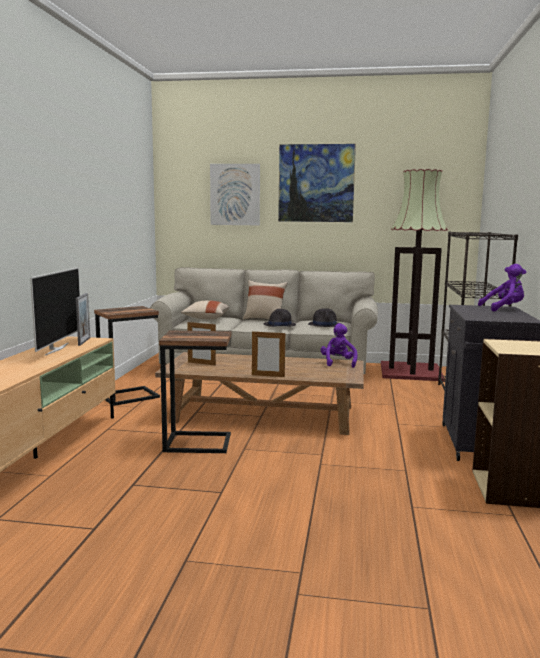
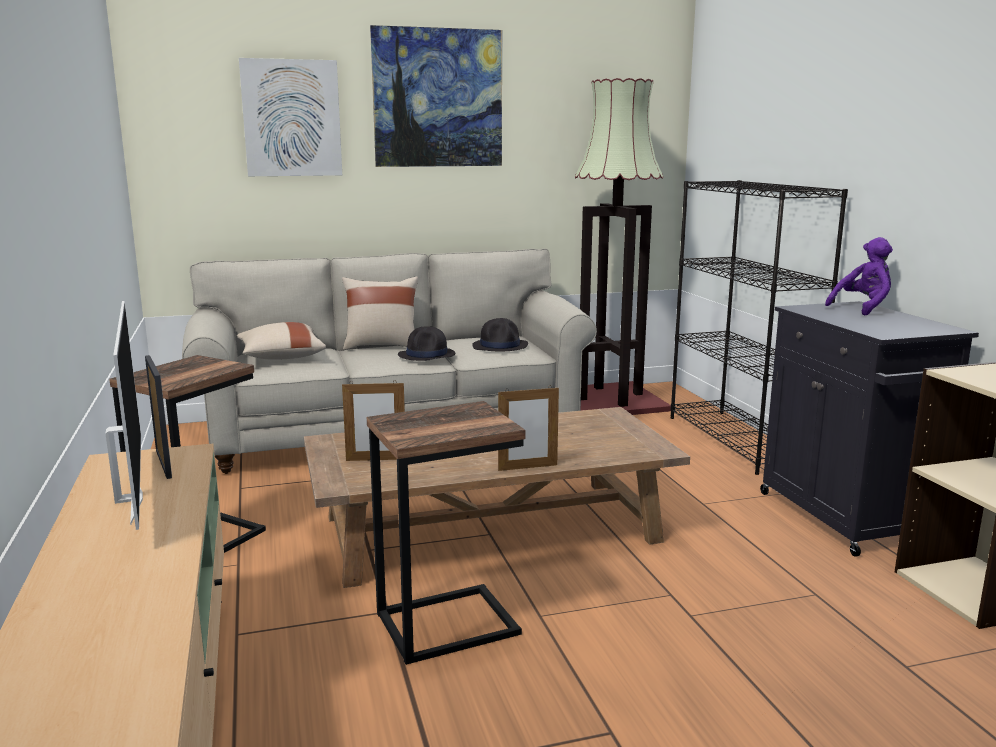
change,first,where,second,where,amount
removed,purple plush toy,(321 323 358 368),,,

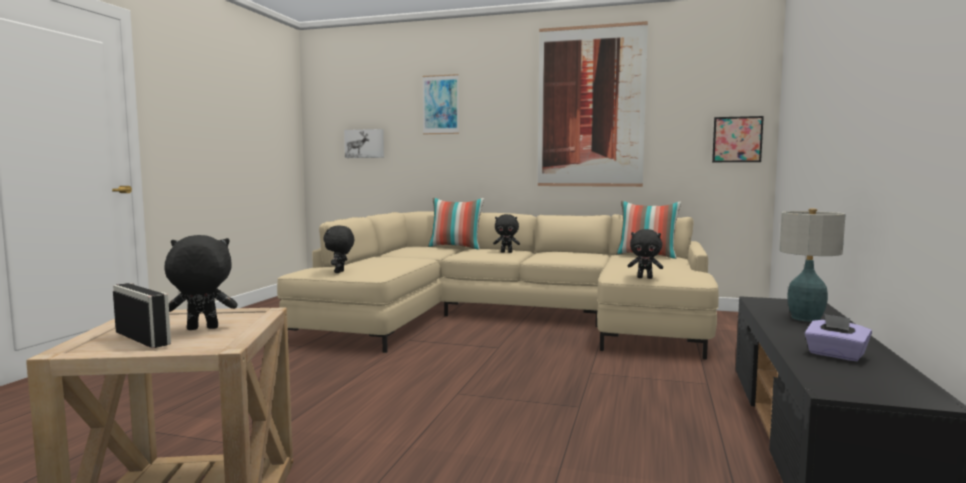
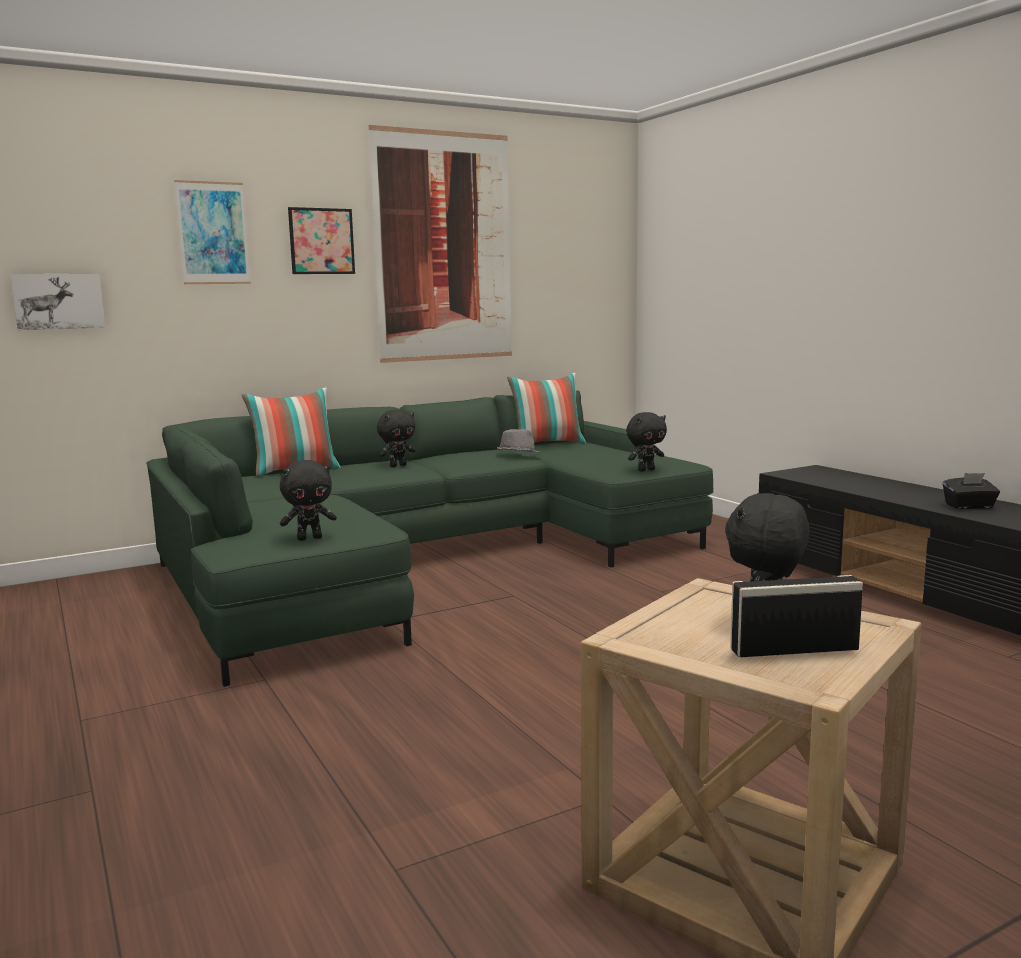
change,first,where,second,where,amount
moved,picture,(712 116 764 162),,(288 207 355 274),
removed,table lamp,(779 209 846 322),,,
recoloured,beige sofa,(277 211 719 360),green sofa,(146 390 714 687),
turned,black plush toy,(323 225 354 273),,(280 460 337 541),75 degrees counterclockwise
recoloured,purple tissue box,(804 314 872 361),black tissue box,(943 473 1000 509),
added,,,grey hat,(497 429 540 452),

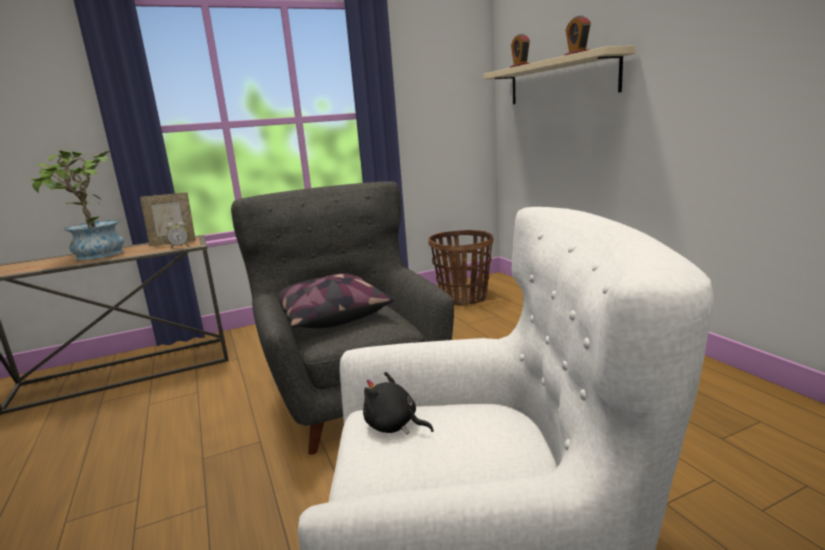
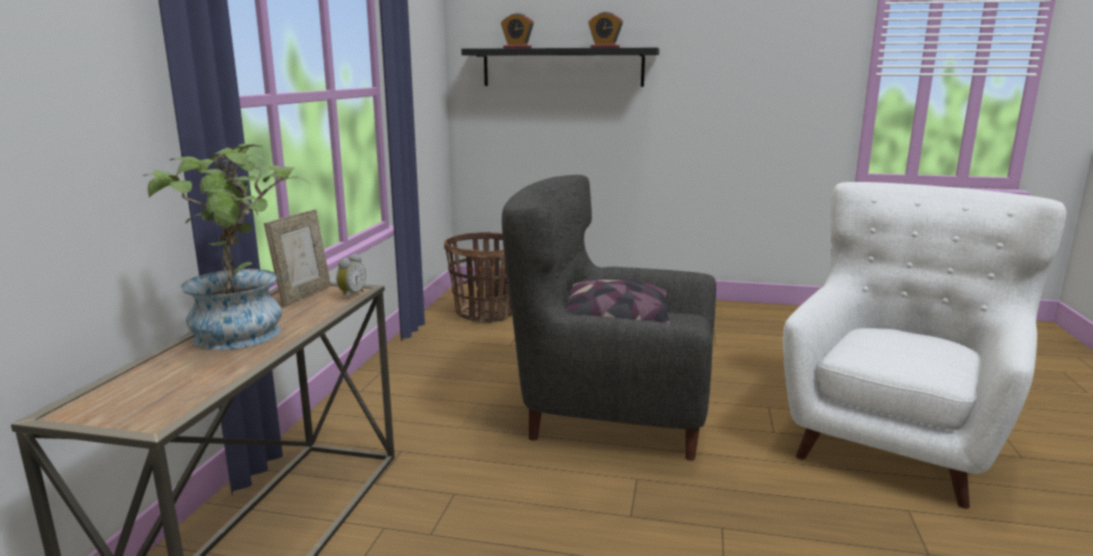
change,first,where,second,where,amount
recoloured,beige shelf,(483 46 636 104),black shelf,(461 48 659 87),
removed,black plush toy,(363 372 434 434),,,

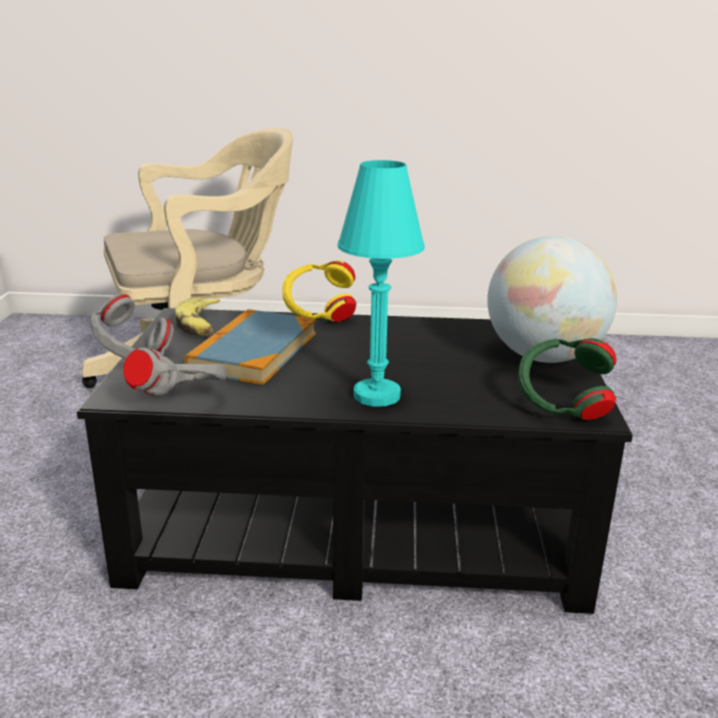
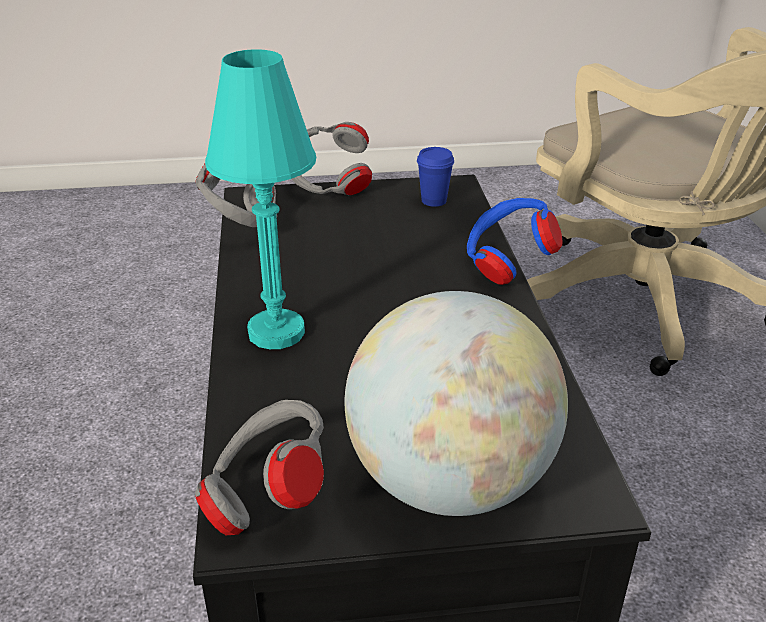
change,first,where,second,where,amount
recoloured,yellow headphones,(283 260 356 322),blue headphones,(467 198 563 285),
replaced,banana,(175 298 220 336),blue cup,(417 147 454 207),
removed,book,(185 309 316 385),,,
recoloured,green headphones,(518 338 617 420),grey headphones,(195 400 324 535),

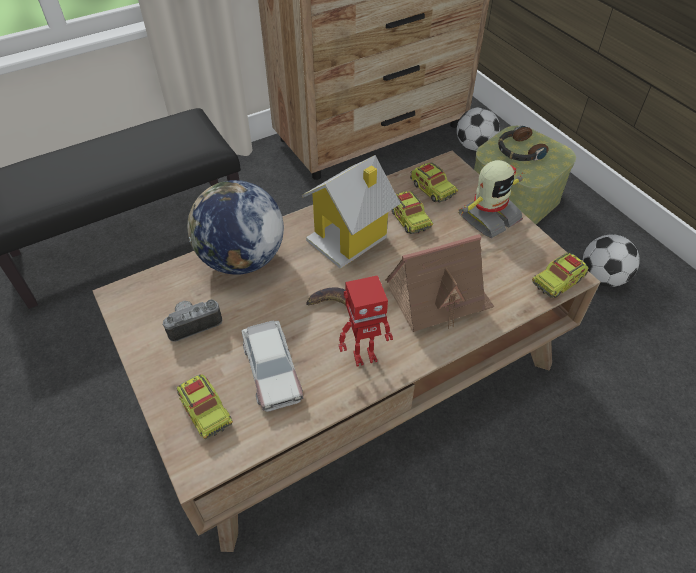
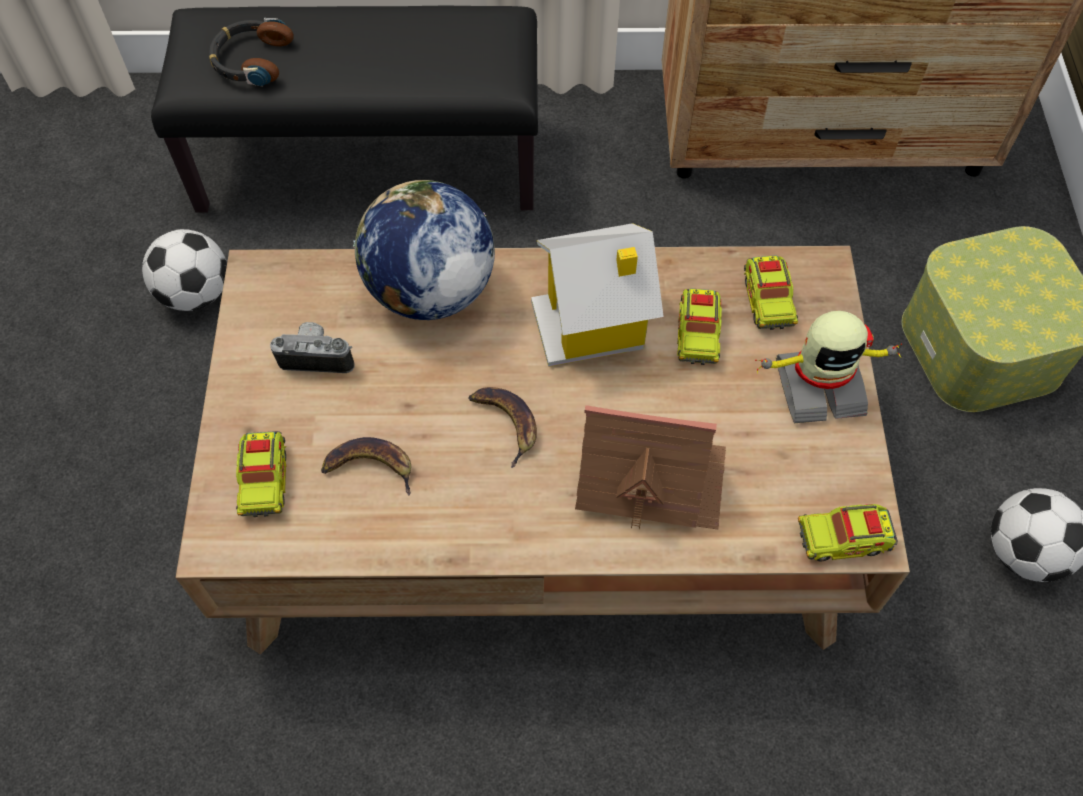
change,first,where,second,where,amount
moved,football,(457 107 500 151),,(142 229 227 311),
moved,headphones,(498 125 549 161),,(209 18 294 87),
removed,toy robot,(339 275 393 367),,,
replaced,toy car,(241 320 304 412),banana,(321 437 411 496),

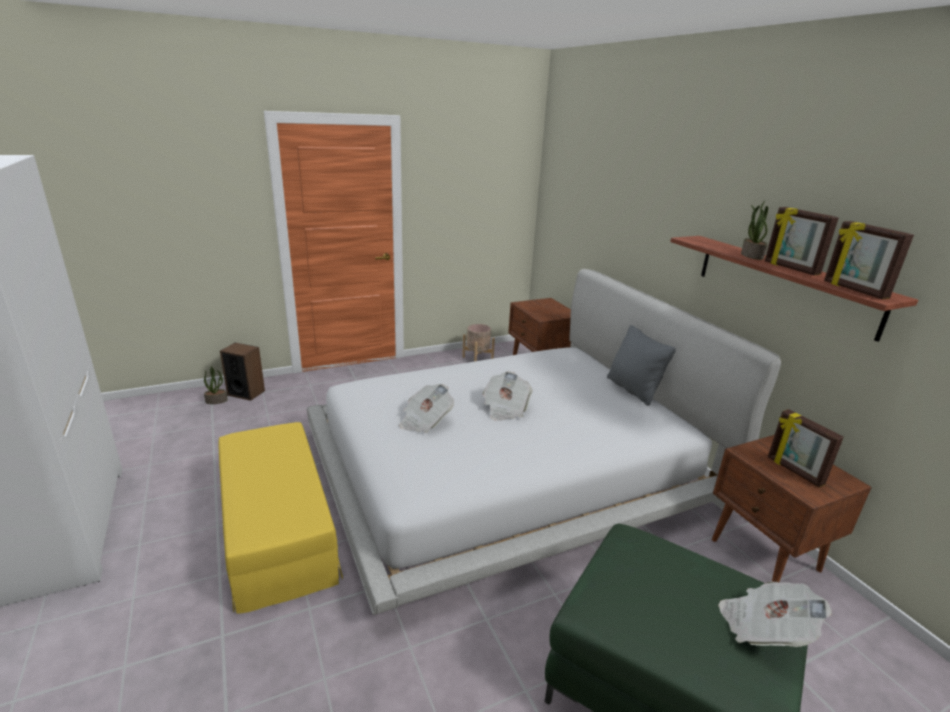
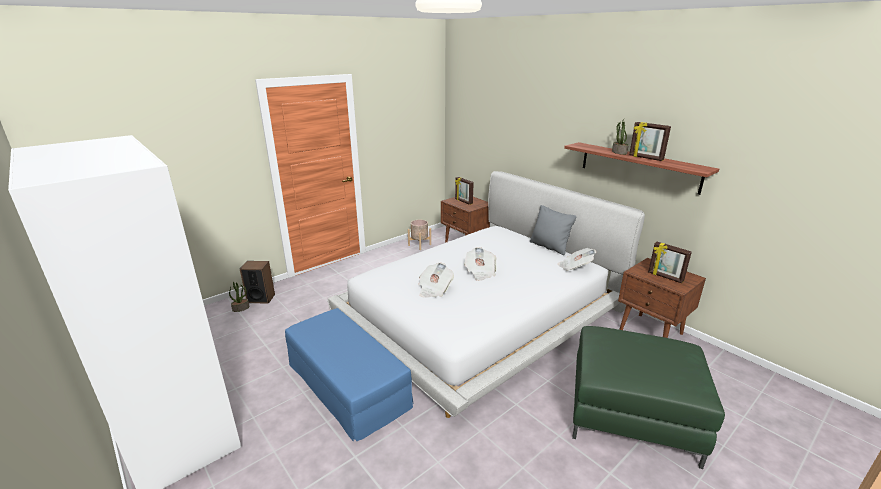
change,first,where,second,where,amount
moved,picture frame,(824 221 914 299),,(455 177 474 205),
recoloured,yellow ottoman,(218 422 343 614),blue ottoman,(285 308 414 442),
moved,newspaper,(718 581 832 647),,(557 248 596 271),

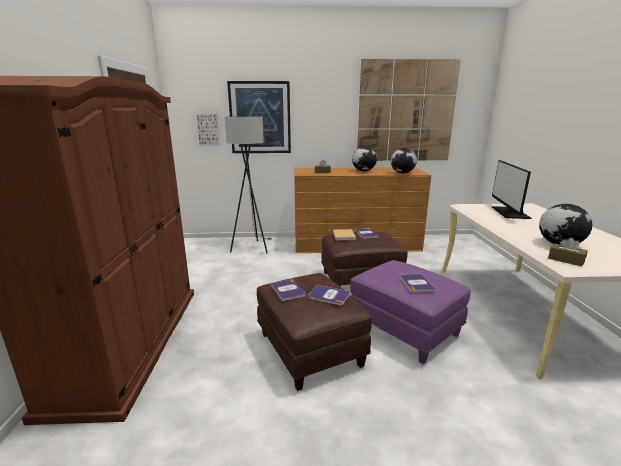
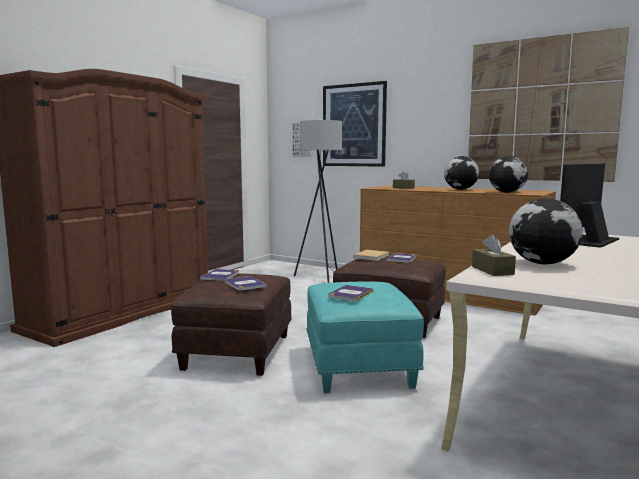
change,first,where,second,where,amount
recoloured,purple ottoman,(350 260 471 364),turquoise ottoman,(306 282 424 393),

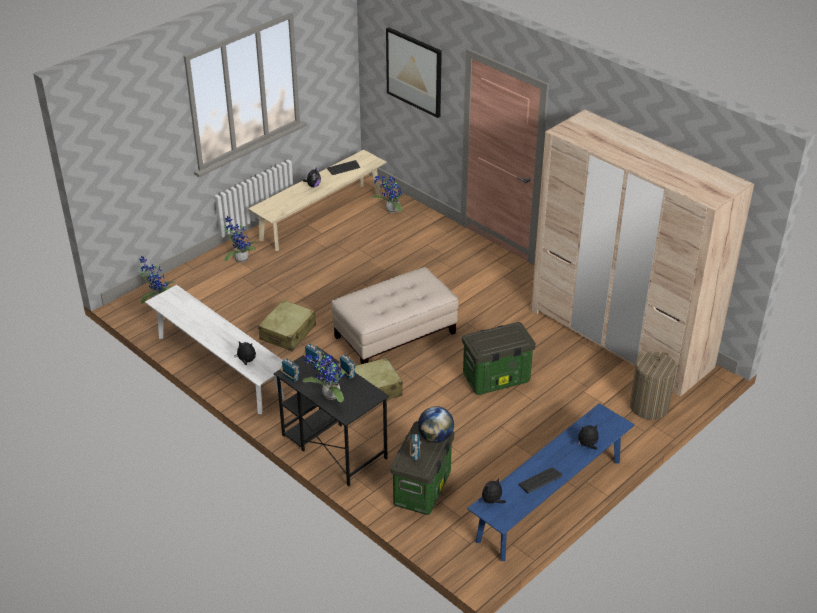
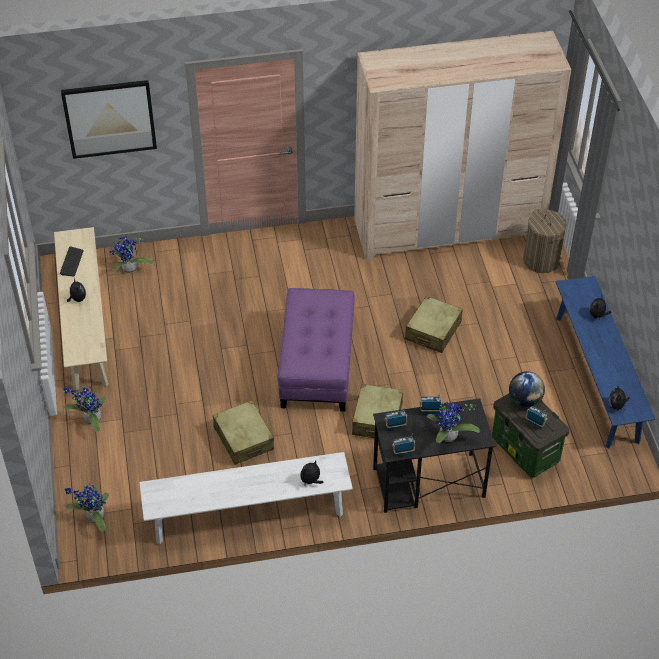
change,first,where,second,where,amount
recoloured,beige ottoman,(331 267 459 364),purple ottoman,(278 288 355 412),
replaced,storage box,(462 322 536 395),beige suitcase,(405 296 463 353),
removed,keyboard,(519 468 563 493),,,

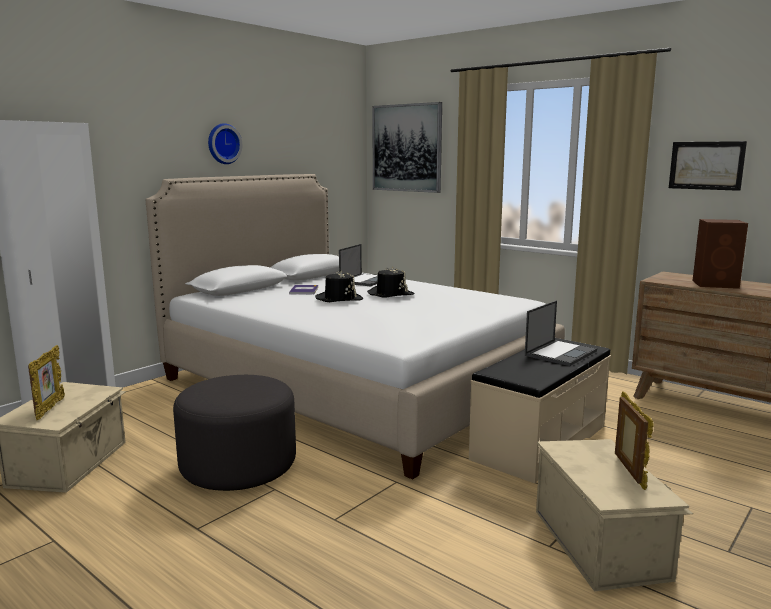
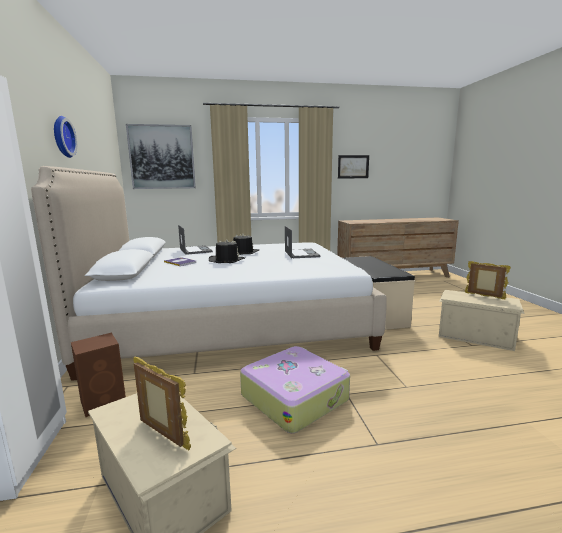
change,first,where,second,where,amount
moved,brown speaker,(693 219 748 289),,(71 333 126 417),
moved,laptop,(525 301 597 366),,(285 226 320 258),
replaced,grey ottoman,(173 375 296 491),suitcase,(240 346 350 433),

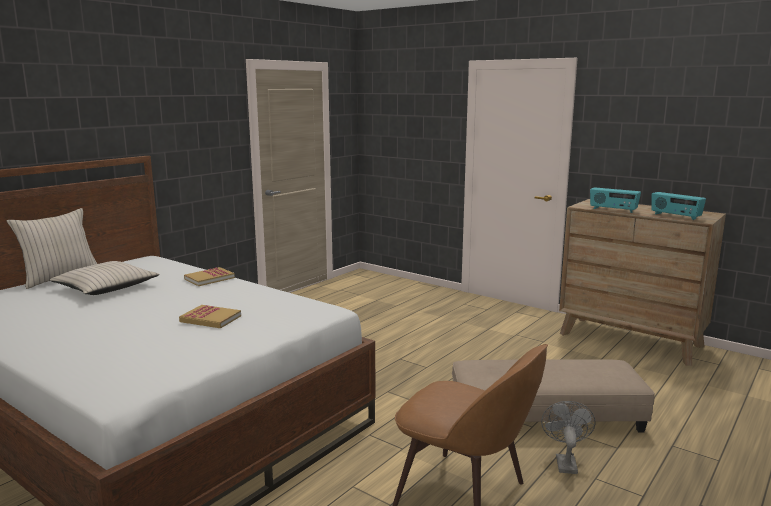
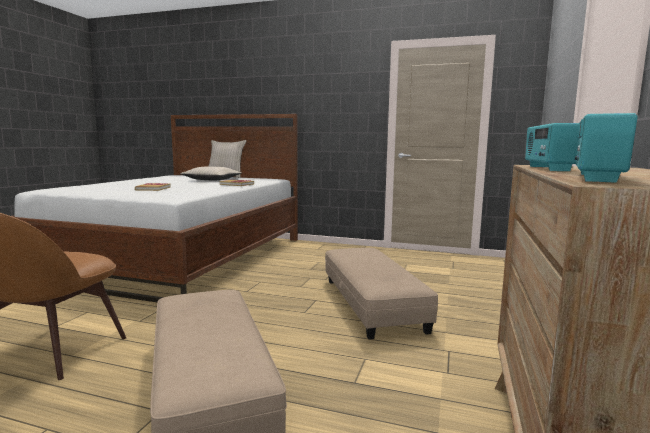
change,first,where,second,where,amount
removed,grey fan,(541 401 595 474),,,
added,,,beige ottoman,(325 248 438 339),

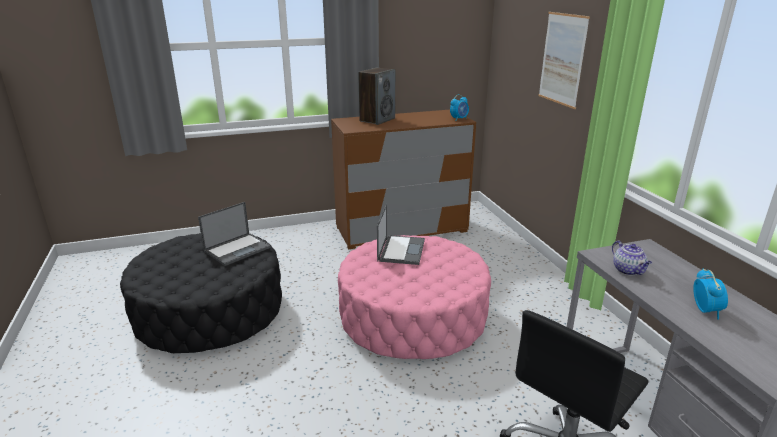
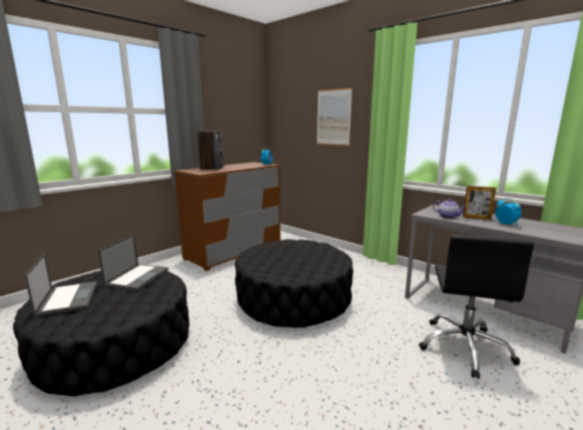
change,first,where,second,where,amount
moved,laptop,(377 204 425 265),,(24 253 97 317),
recoloured,pink ottoman,(338 235 491 359),black ottoman,(235 239 353 328),
added,,,picture frame,(463 186 496 220),

